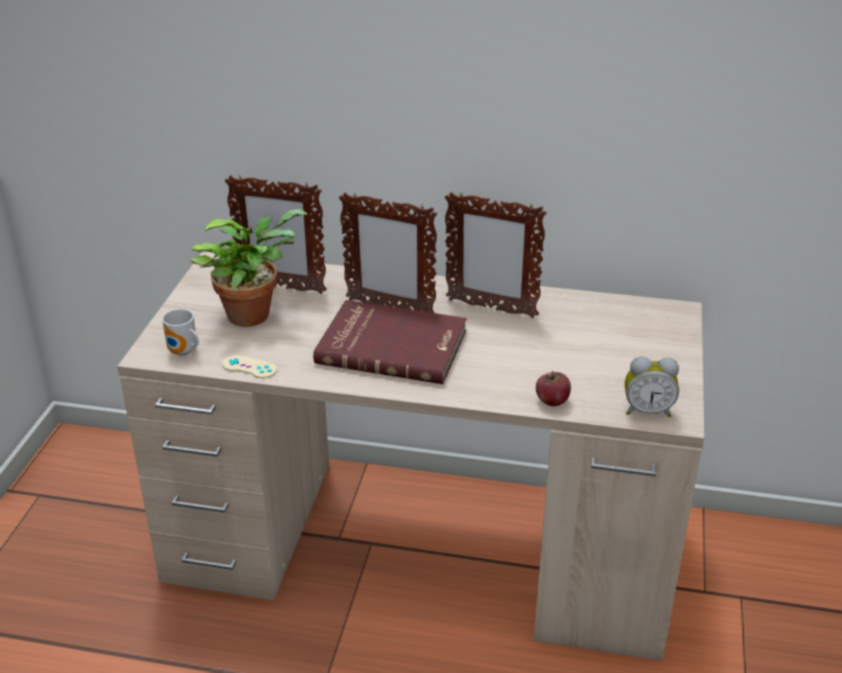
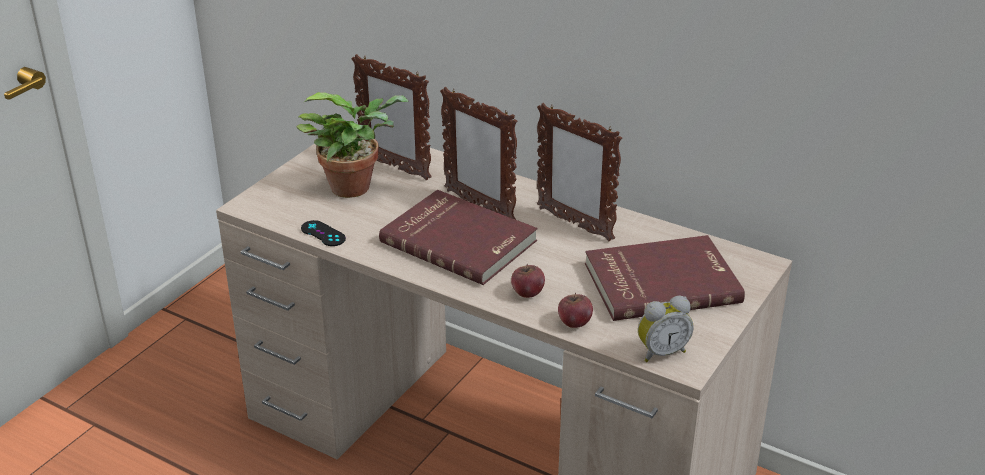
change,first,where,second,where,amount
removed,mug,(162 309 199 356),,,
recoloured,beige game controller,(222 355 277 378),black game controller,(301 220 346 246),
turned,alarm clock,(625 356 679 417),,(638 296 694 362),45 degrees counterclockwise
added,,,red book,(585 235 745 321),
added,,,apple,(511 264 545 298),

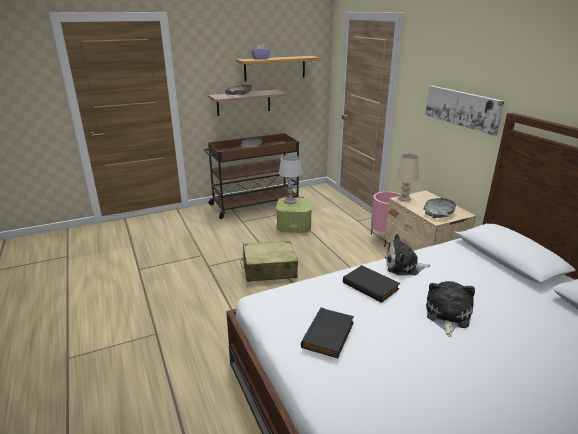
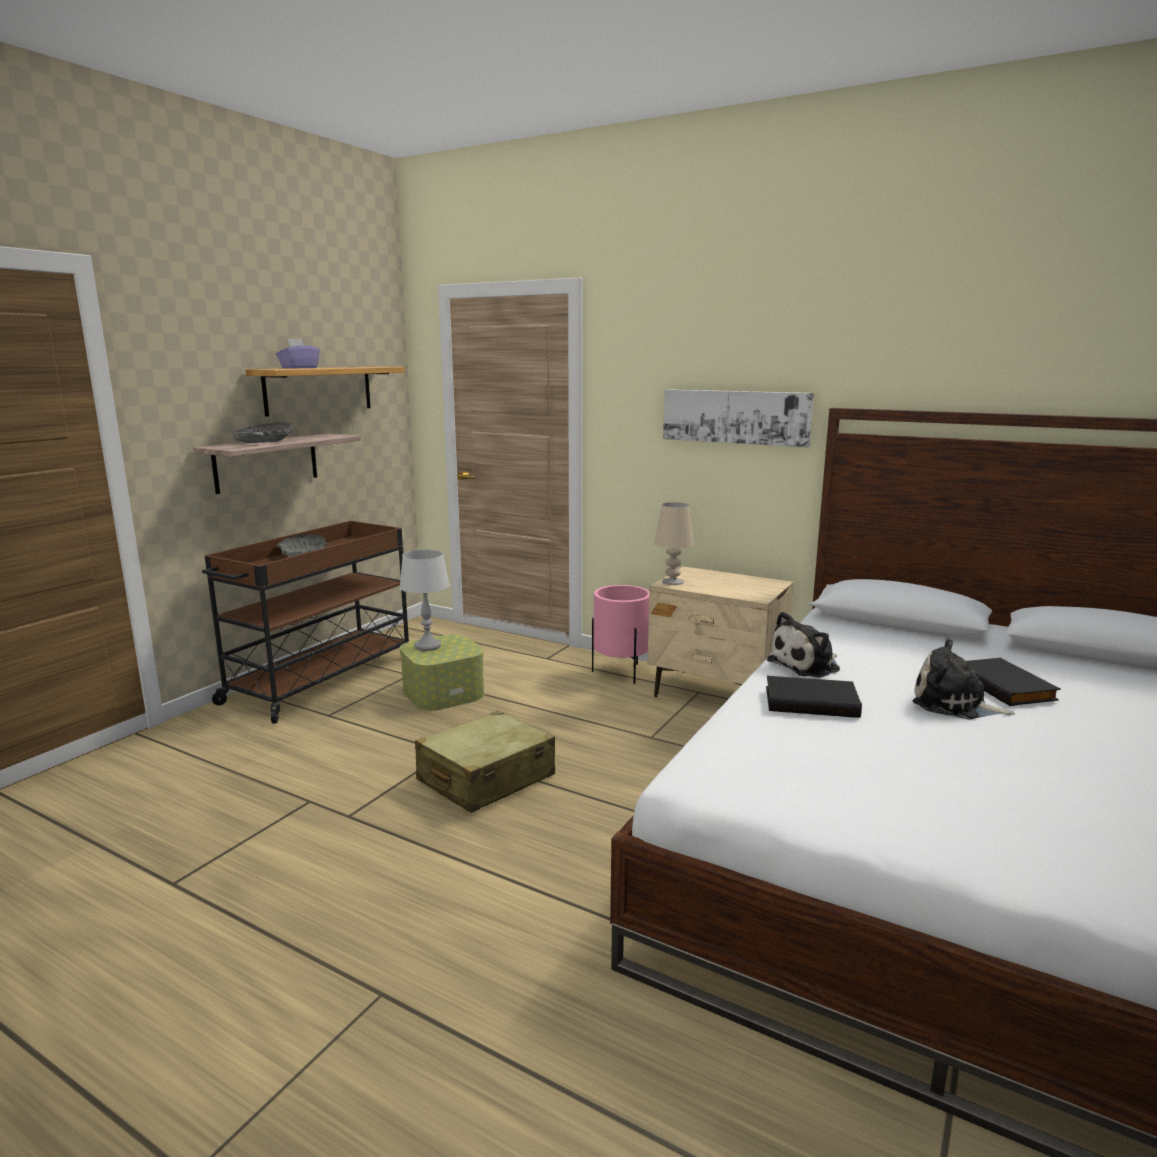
change,first,where,second,where,amount
removed,grey bowl,(424 198 456 218),,,
turned,plush toy,(426 281 475 337),,(913 639 1015 720),45 degrees counterclockwise
moved,black book,(301 307 354 359),,(967 658 1060 706),

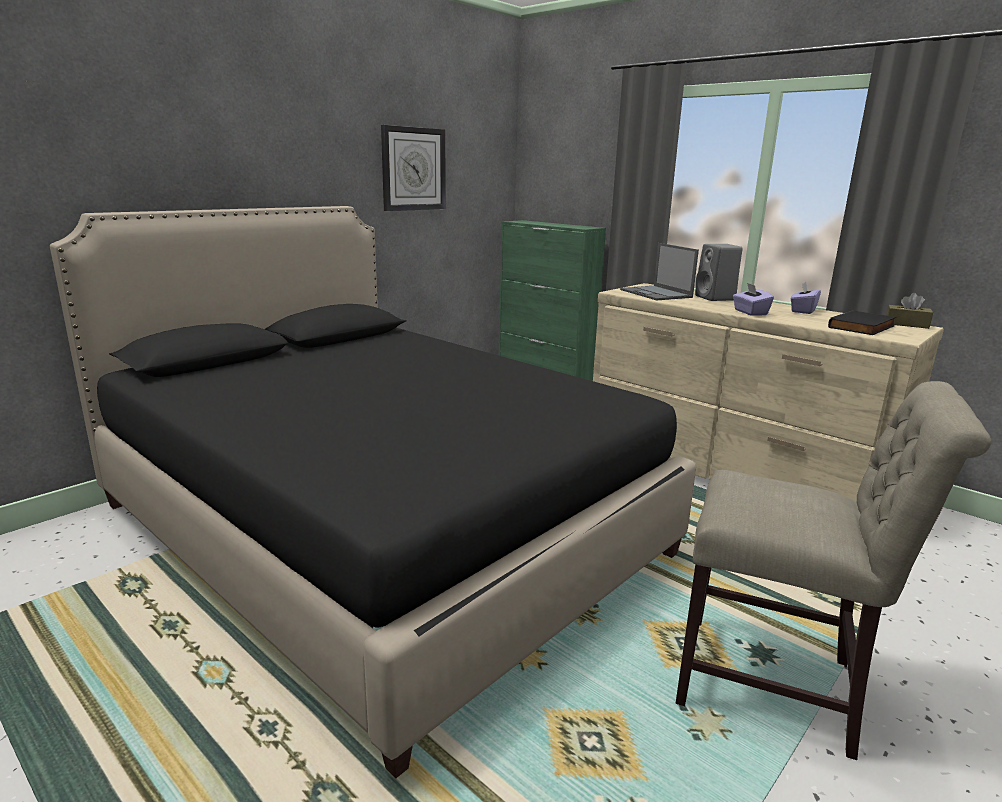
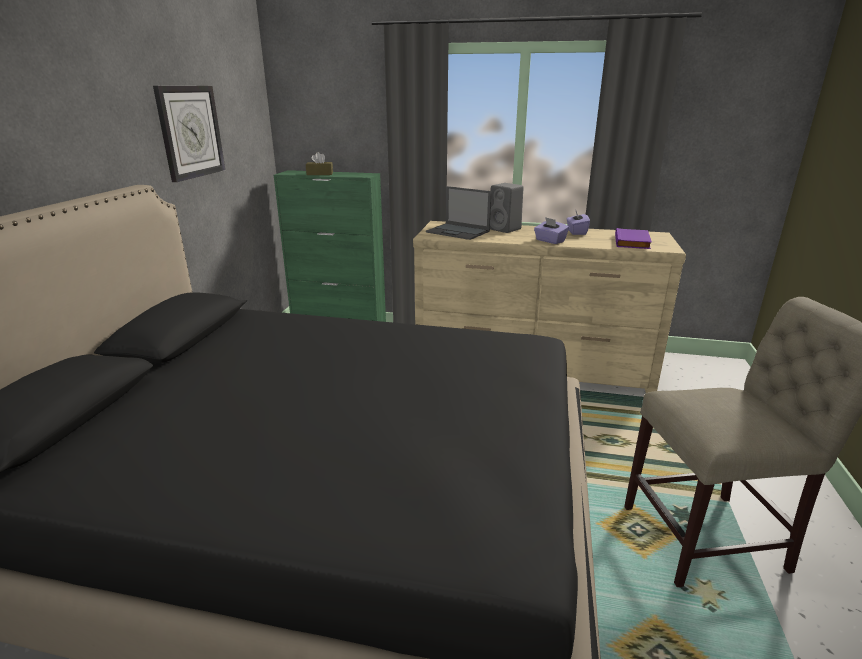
change,first,where,second,where,amount
moved,brown tissue box,(886 293 933 329),,(306 152 333 175),
recoloured,black book,(828 310 896 335),purple book,(615 228 652 249),

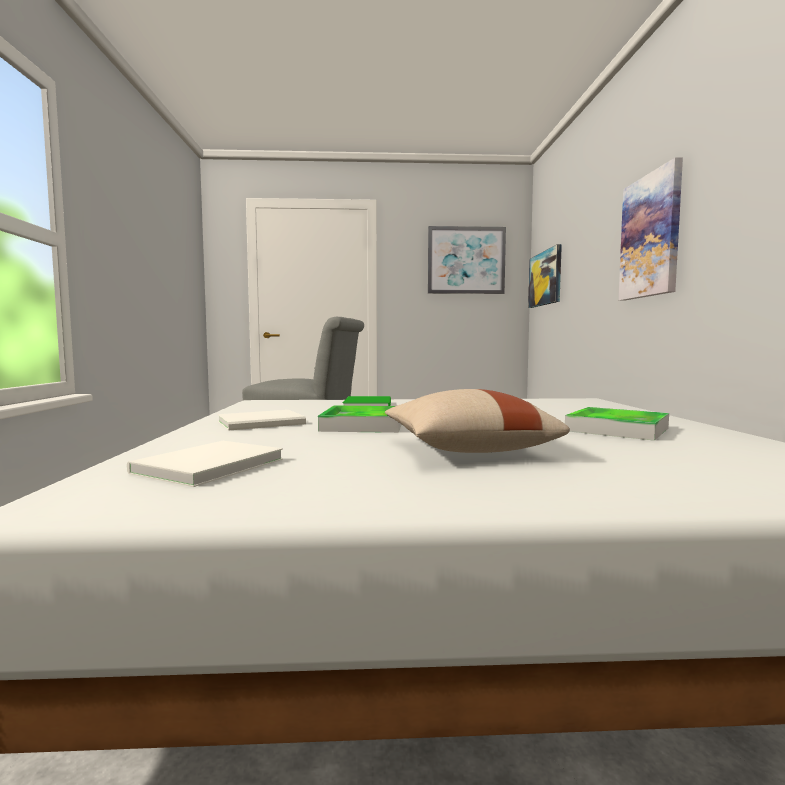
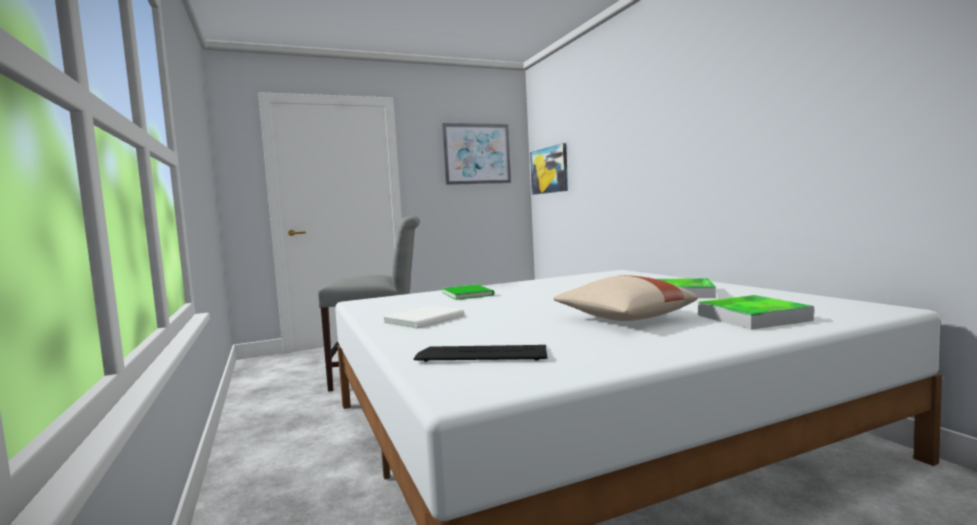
change,first,where,second,where,amount
removed,picture,(618 157 683 301),,,
moved,tray,(318 406 402 433),,(698 295 814 330),
replaced,white book,(127 441 283 487),keyboard,(414 345 548 362),

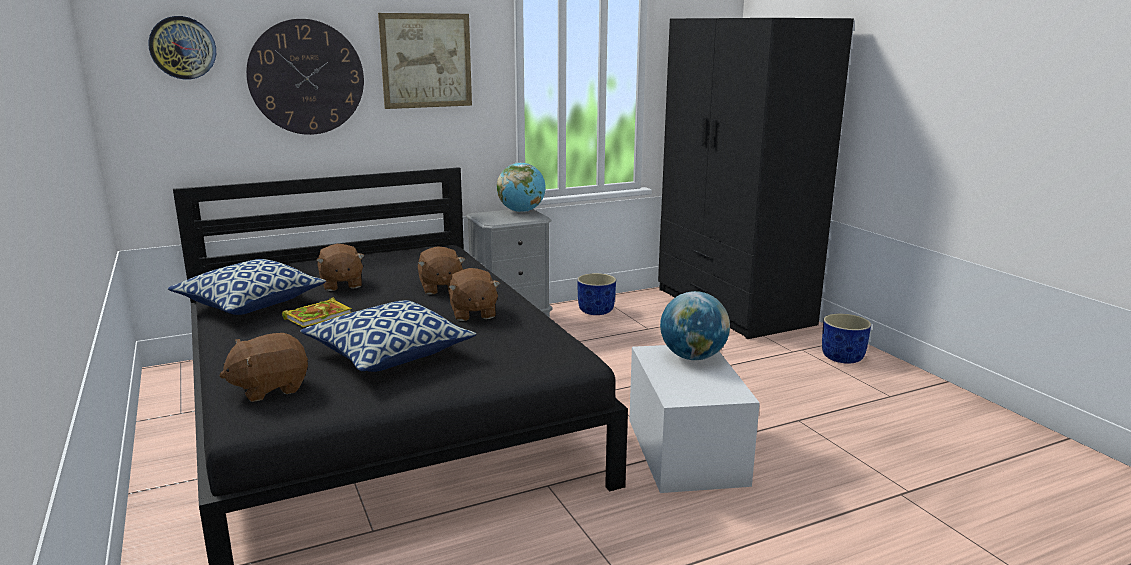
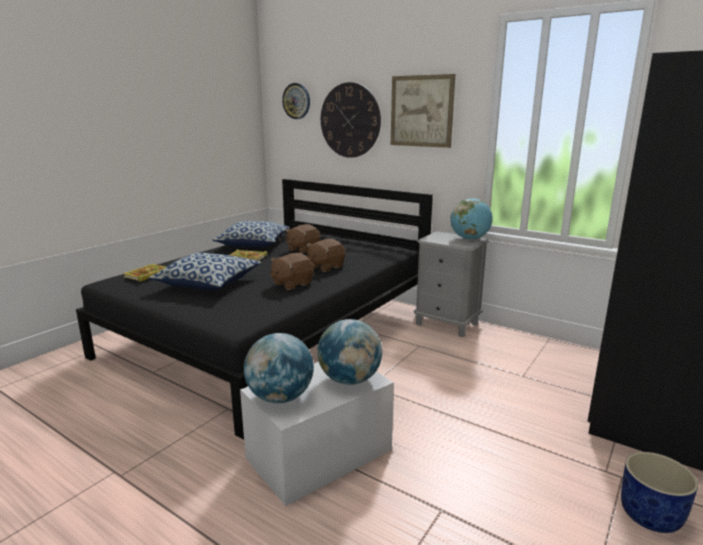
change,first,where,second,where,amount
removed,blue planter,(577 273 616 315),,,
replaced,brown plush toy,(219 333 308 402),book,(123 264 166 282),
added,,,globe,(244 333 314 403),

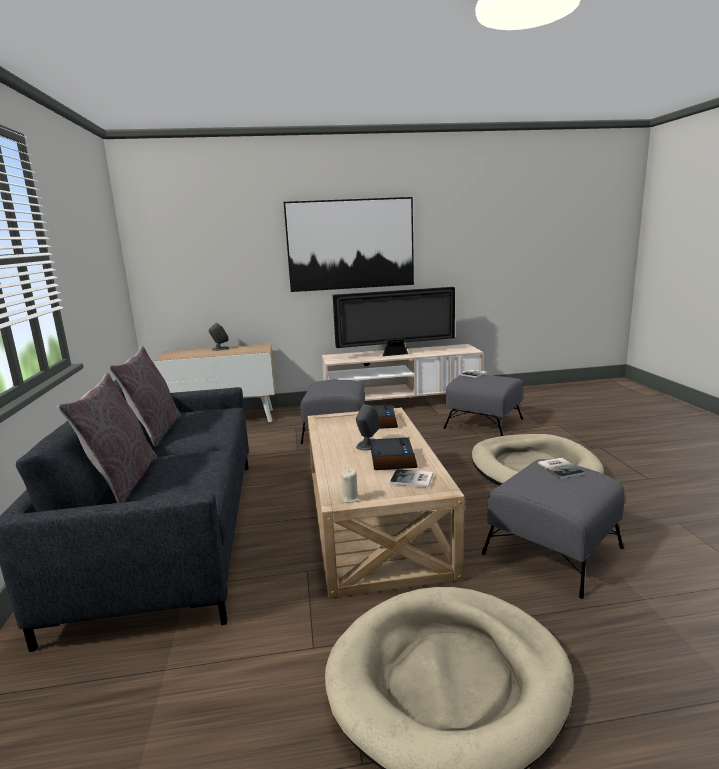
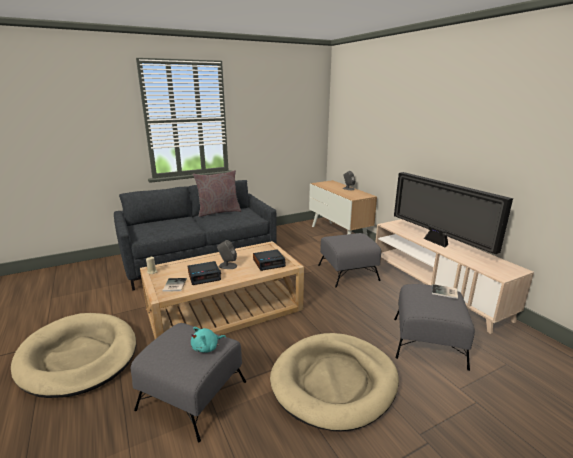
change,first,where,second,where,amount
removed,picture,(284 197 414 292),,,
removed,grey pillow,(57 373 158 503),,,
replaced,book,(538 458 585 479),turquoise plush toy,(191 327 226 353),

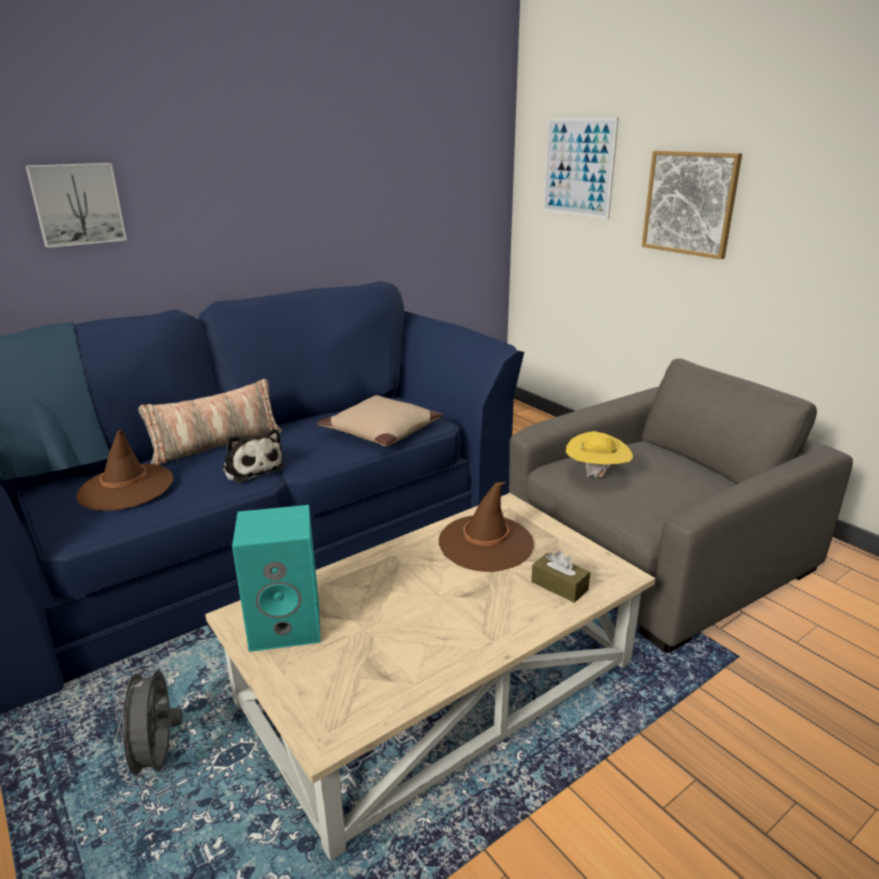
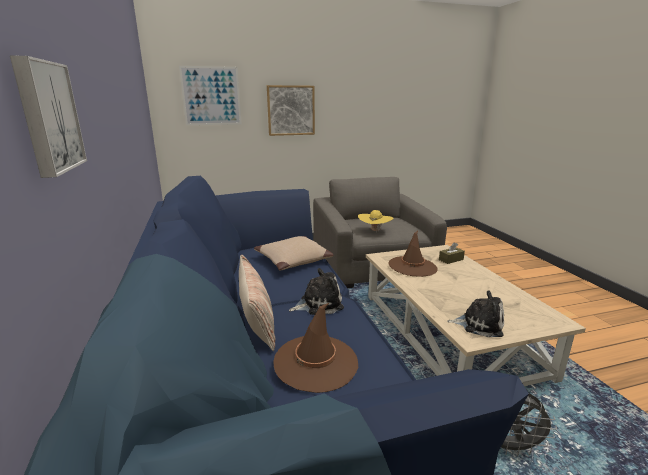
change,first,where,second,where,amount
replaced,turquoise speaker,(232 505 320 652),plush toy,(447 290 504 337),

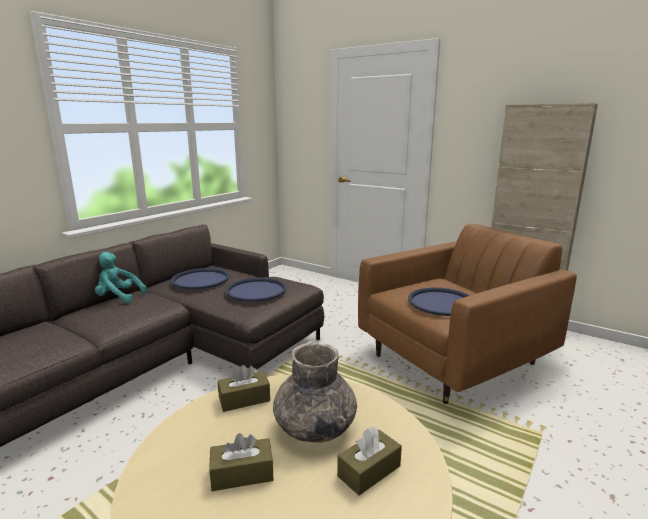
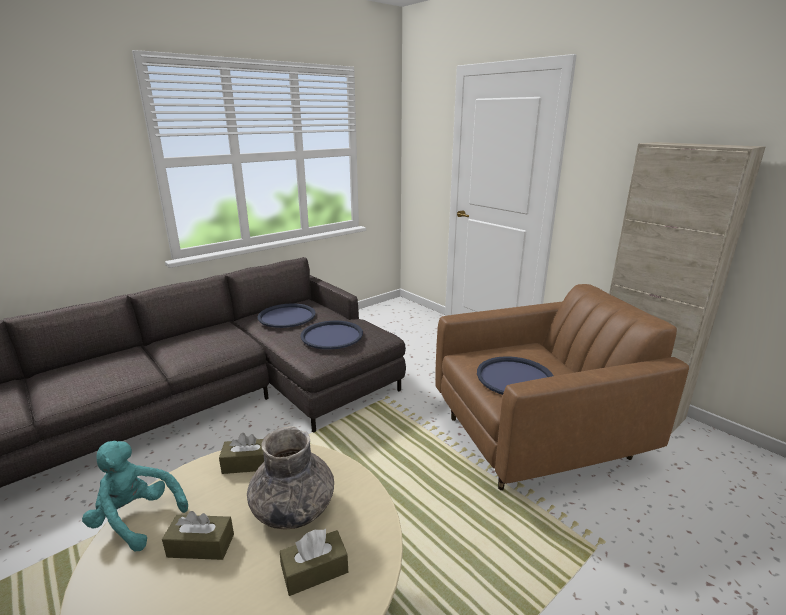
change,first,where,second,where,amount
moved,turquoise plush toy,(95 252 147 303),,(82 441 188 552),

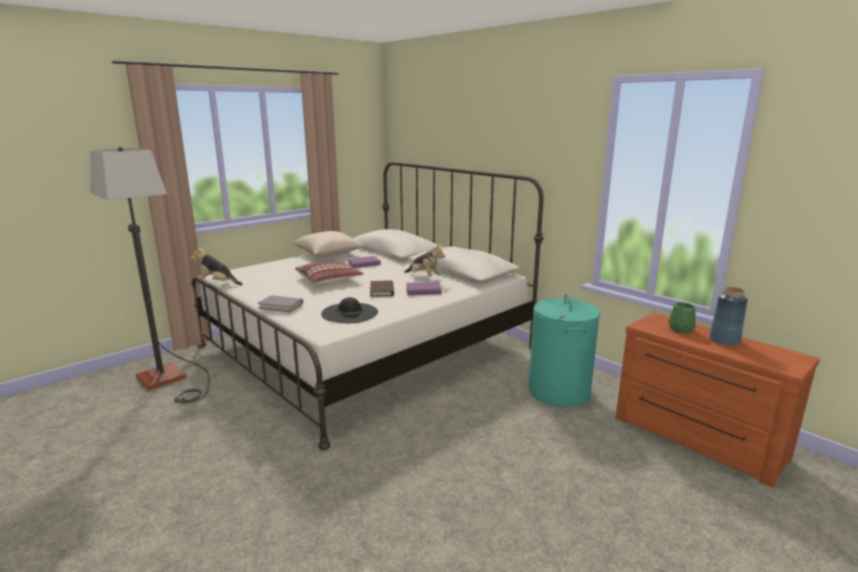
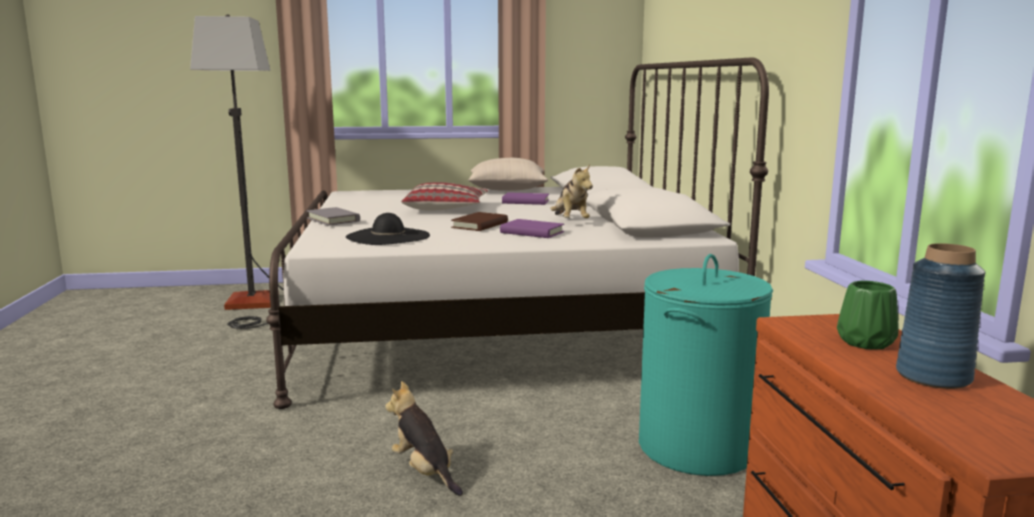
change,first,where,second,where,amount
moved,plush toy,(191 246 243 285),,(385 381 463 496),

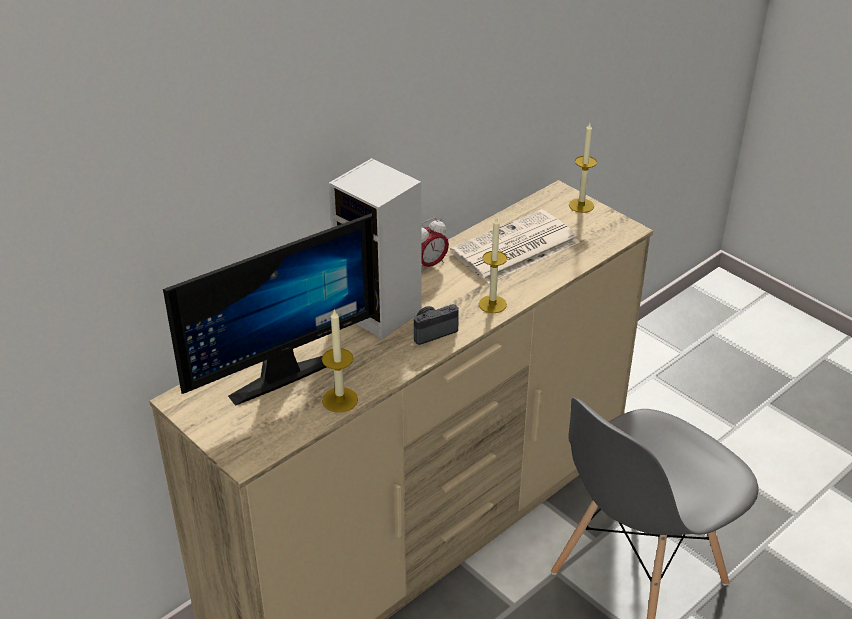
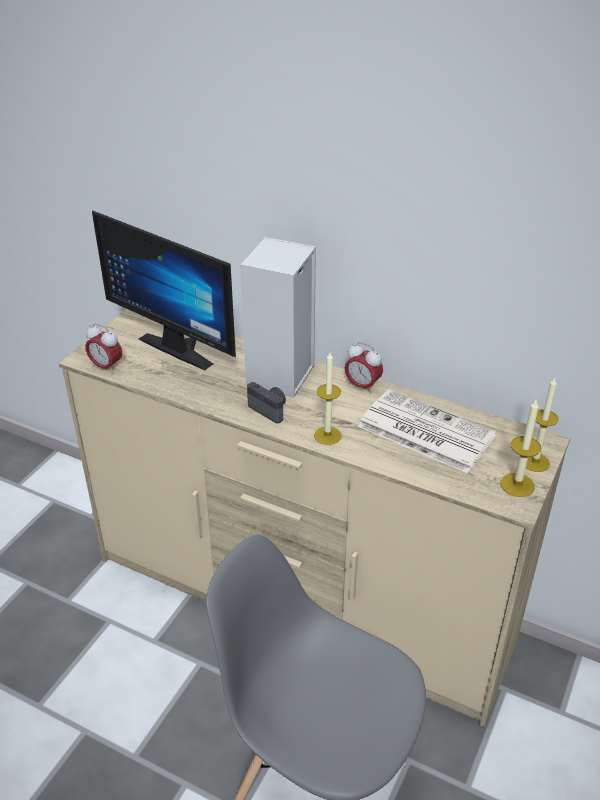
change,first,where,second,where,amount
moved,candle,(322 308 358 413),,(501 400 541 497),
added,,,alarm clock,(85 323 122 374),

